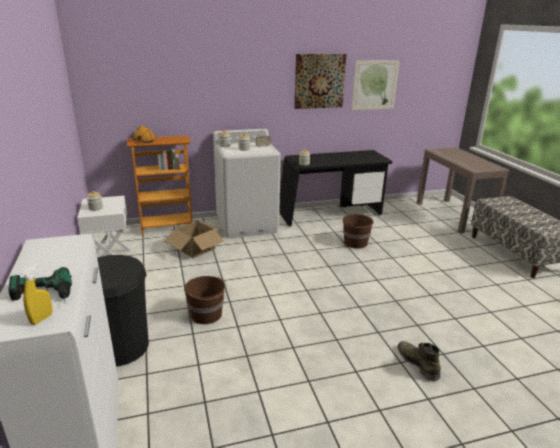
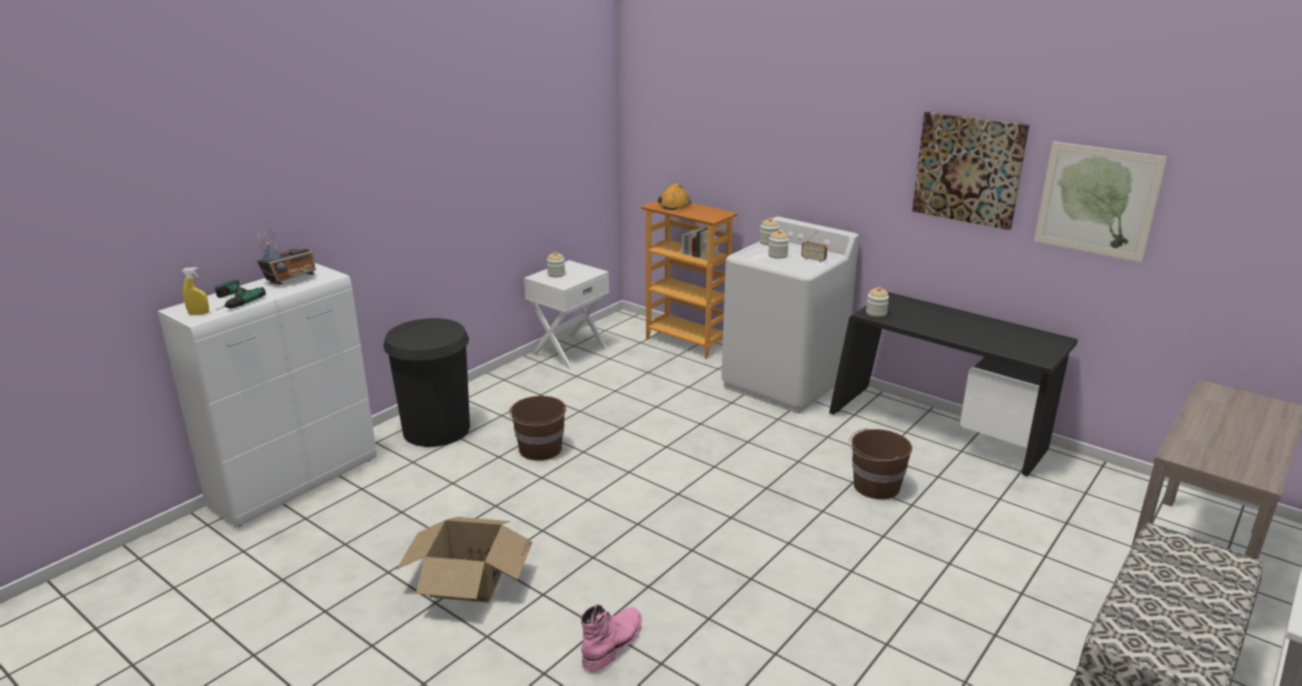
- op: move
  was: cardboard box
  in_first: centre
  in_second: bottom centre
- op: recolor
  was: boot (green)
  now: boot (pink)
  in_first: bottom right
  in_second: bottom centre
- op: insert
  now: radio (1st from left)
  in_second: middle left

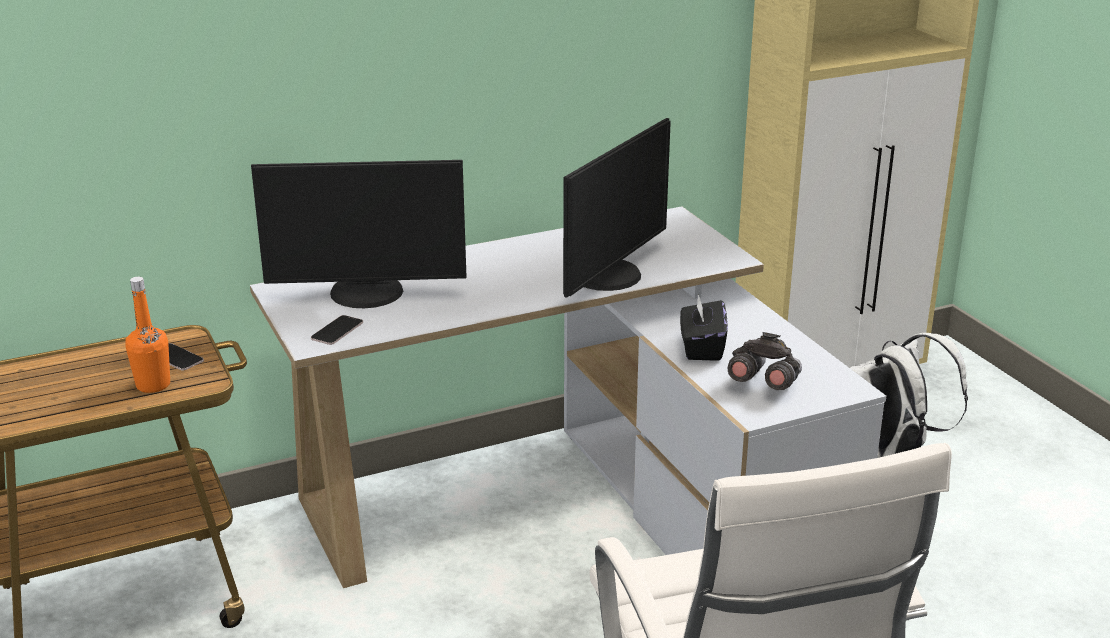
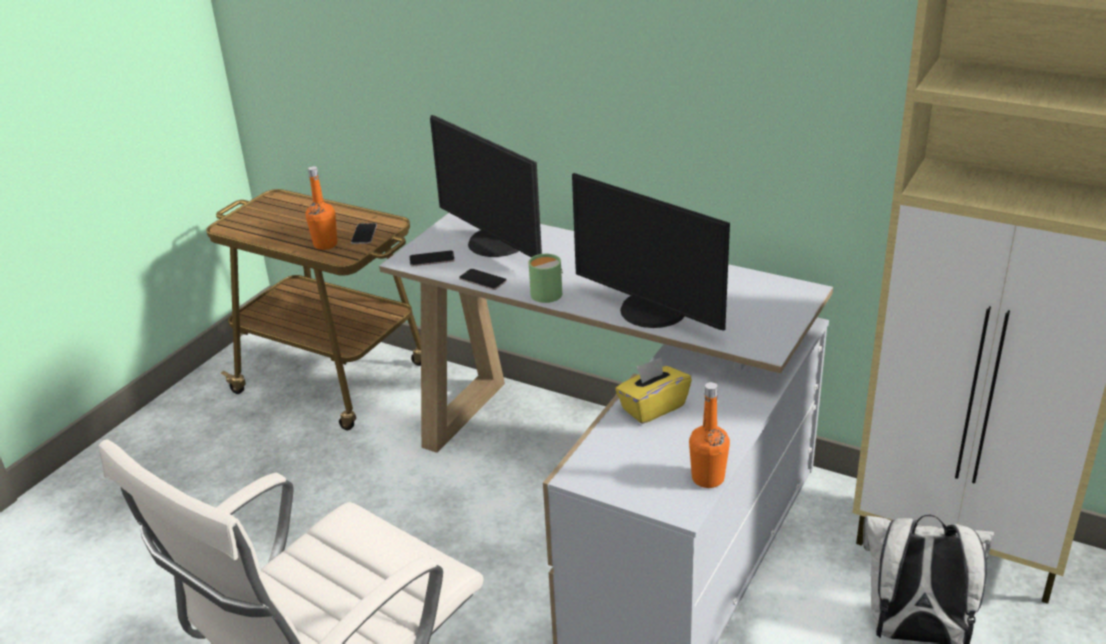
- op: rotate
  was: monitor (2nd from left)
  in_first: top centre
  in_second: centre
  clockwise: 45
- op: recolor
  was: tissue box (black)
  now: tissue box (yellow)
  in_first: centre
  in_second: centre
- op: delete
  was: binoculars (grey)
  in_first: middle right
- op: insert
  now: phone (3rd from left)
  in_second: centre
- op: insert
  now: mug (green)
  in_second: centre
- op: insert
  now: bottle (orange) (2nd from left)
  in_second: bottom centre

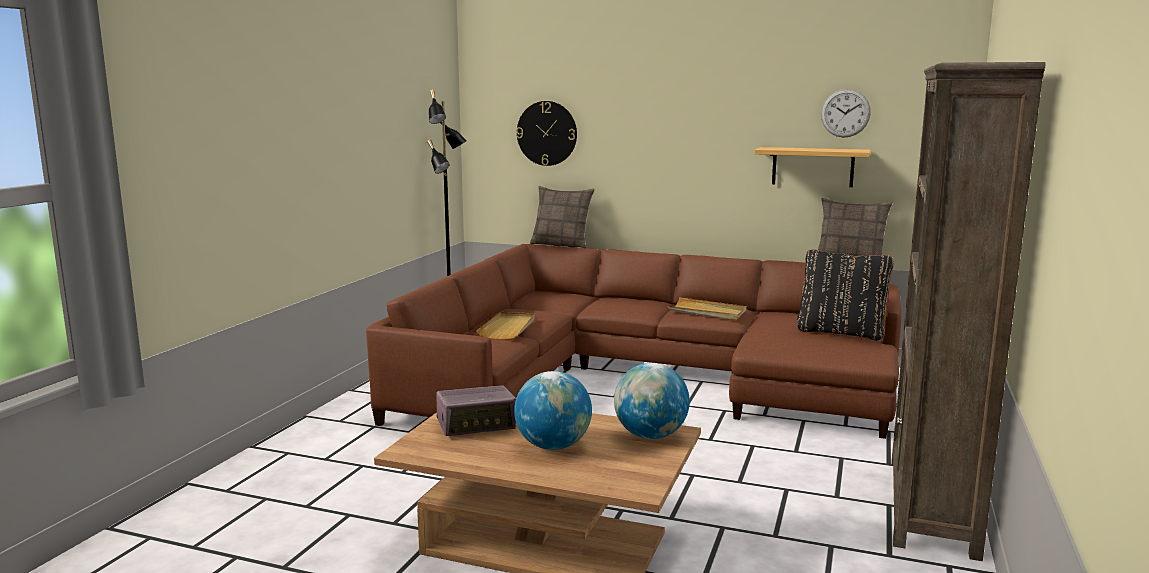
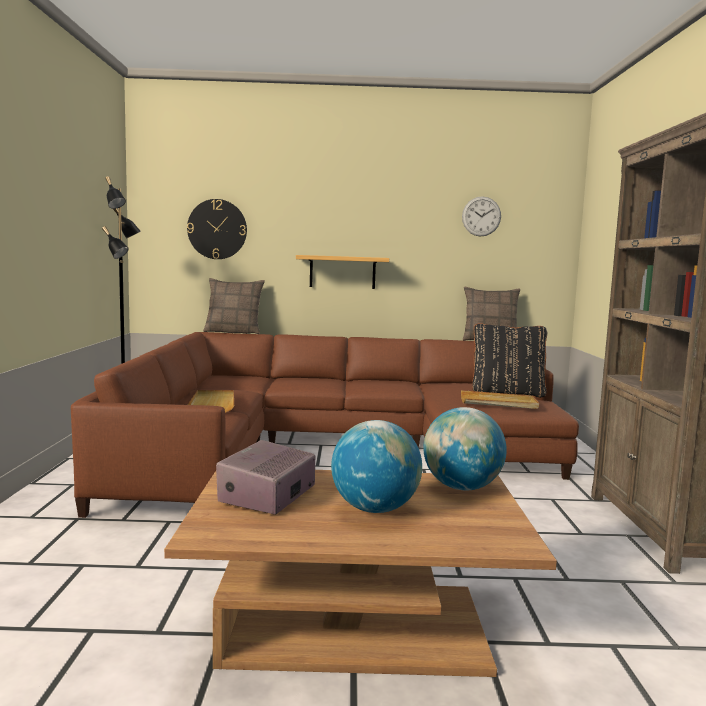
- op: rotate
  was: radio
  in_first: bottom centre
  in_second: bottom centre
  clockwise: 150
- op: move
  was: tray (beige) (2nd from left)
  in_first: centre
  in_second: middle right
- op: move
  was: shelf
  in_first: top right
  in_second: centre

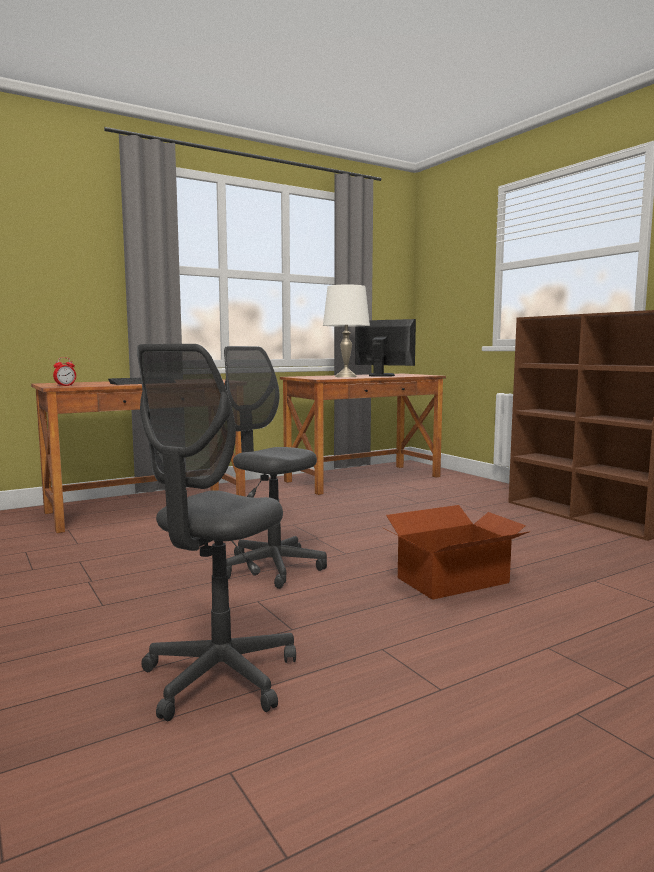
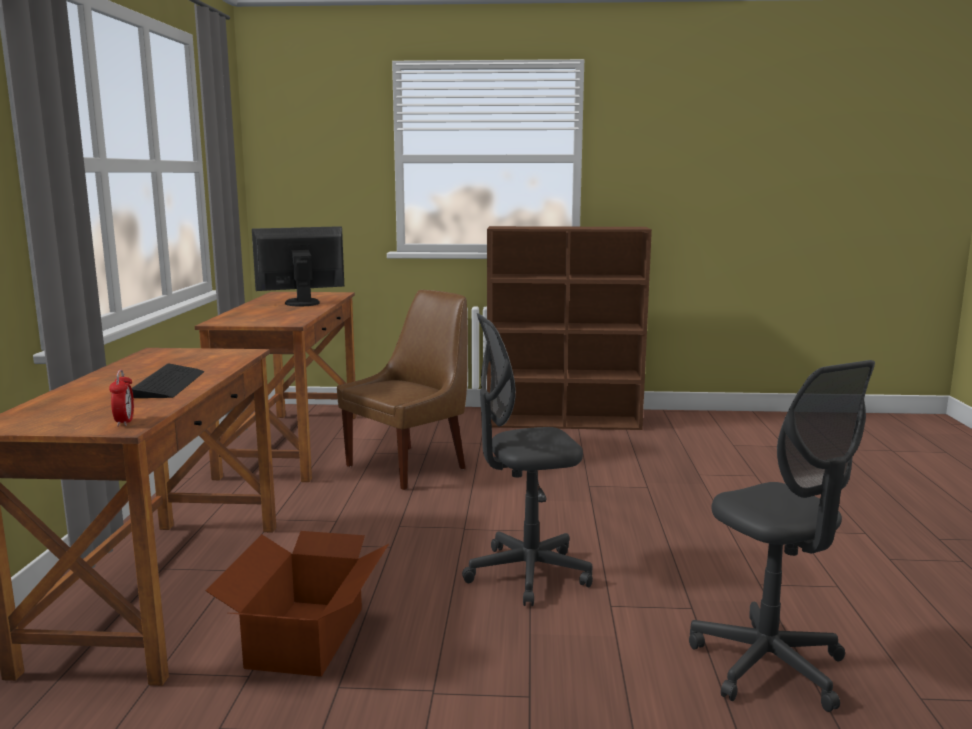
- op: delete
  was: table lamp (white)
  in_first: centre
- op: move
  was: cardboard box
  in_first: middle right
  in_second: bottom left
- op: insert
  now: chair (brown)
  in_second: centre

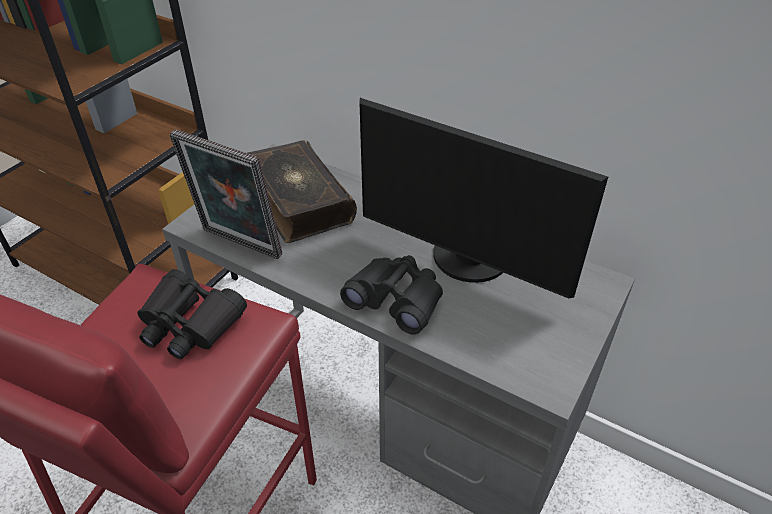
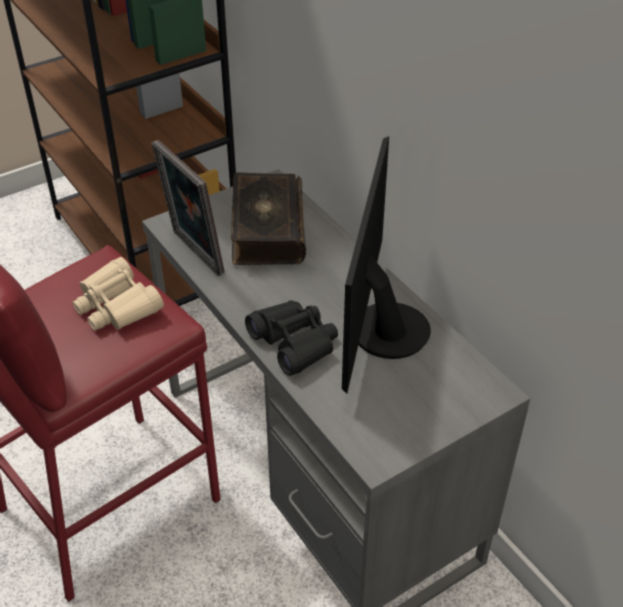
- op: recolor
  was: binoculars (black) (1st from left)
  now: binoculars (beige)
  in_first: middle left
  in_second: middle left
- op: rotate
  was: monitor
  in_first: centre
  in_second: centre
  clockwise: 45

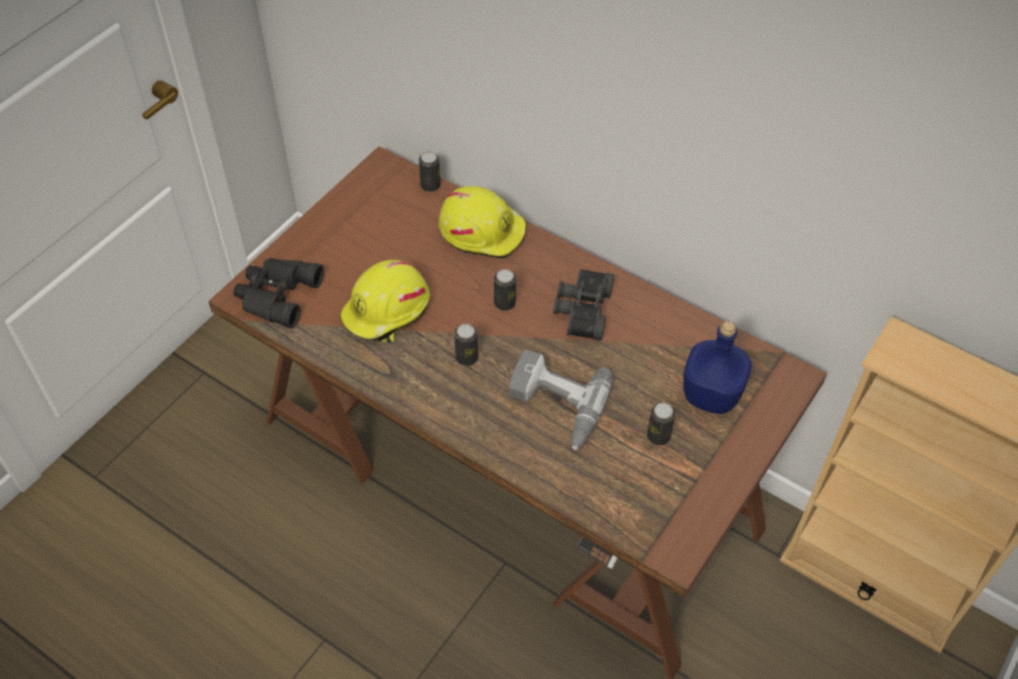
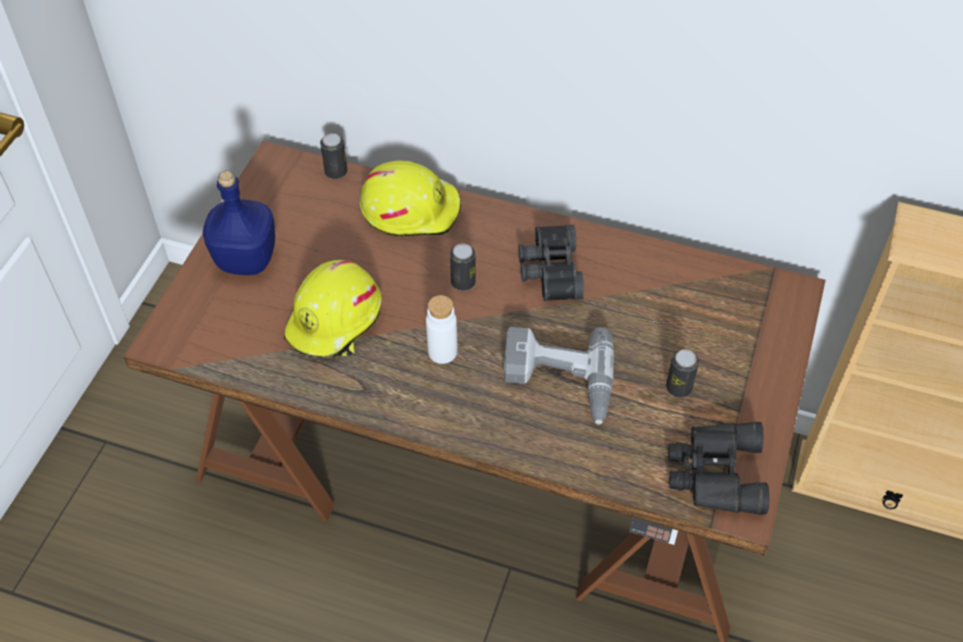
- op: move
  was: binoculars (black) (1st from left in the first image)
  now: binoculars (black) (2nd from left)
  in_first: middle left
  in_second: bottom right
- op: replace
  was: can (2nd from left)
  now: bottle (white)
  in_first: centre
  in_second: centre
- op: move
  was: bottle (blue)
  in_first: middle right
  in_second: middle left

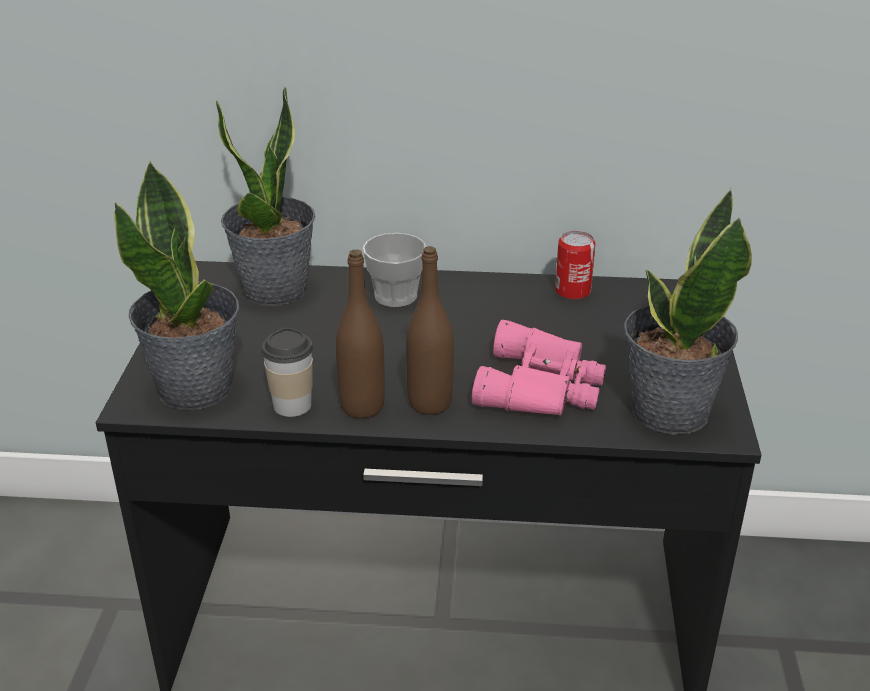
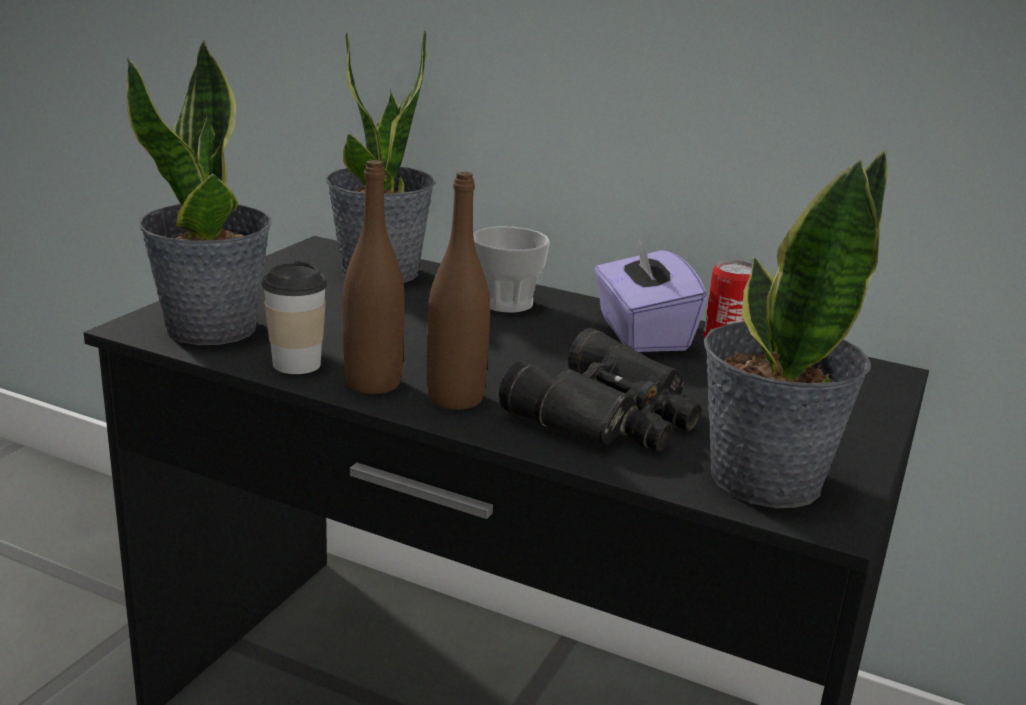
- op: recolor
  was: binoculars (pink)
  now: binoculars (black)
  in_first: centre
  in_second: centre
- op: insert
  now: tissue box (purple)
  in_second: centre

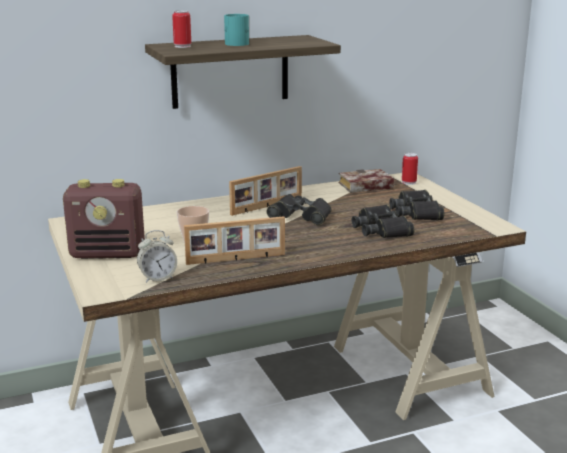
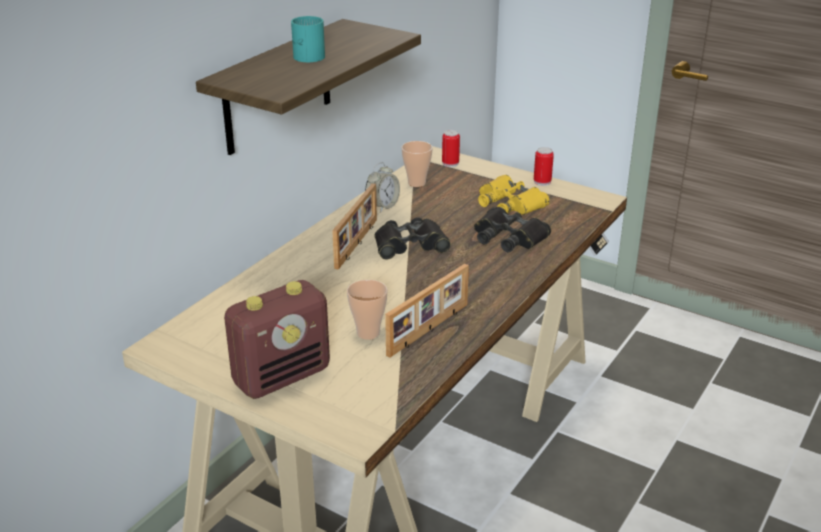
- op: move
  was: alarm clock
  in_first: middle left
  in_second: centre
- op: move
  was: can (1st from left in the first image)
  now: can (2nd from left)
  in_first: top left
  in_second: top centre
- op: replace
  was: book
  now: cup (2nd from left)
  in_first: centre
  in_second: top centre
- op: recolor
  was: binoculars (black) (3rd from left)
  now: binoculars (yellow)
  in_first: middle right
  in_second: centre

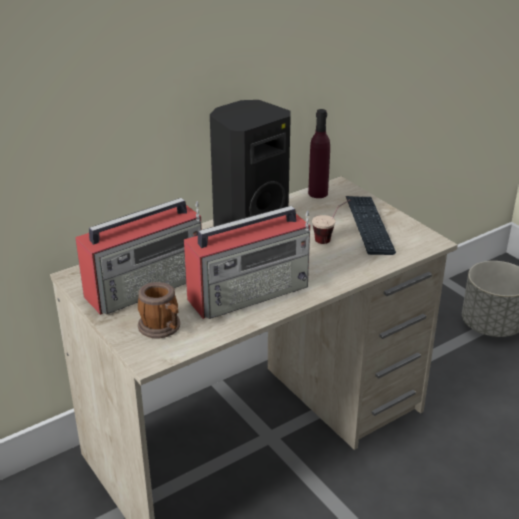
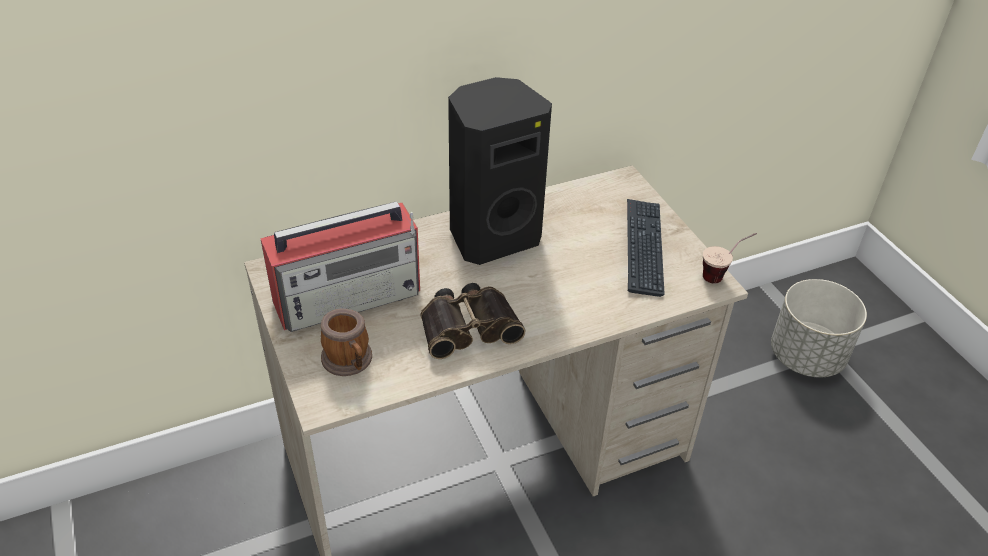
- op: replace
  was: radio (2nd from left)
  now: binoculars
  in_first: centre
  in_second: centre
- op: delete
  was: bottle (purple)
  in_first: top centre
- op: move
  was: cup
  in_first: centre
  in_second: middle right

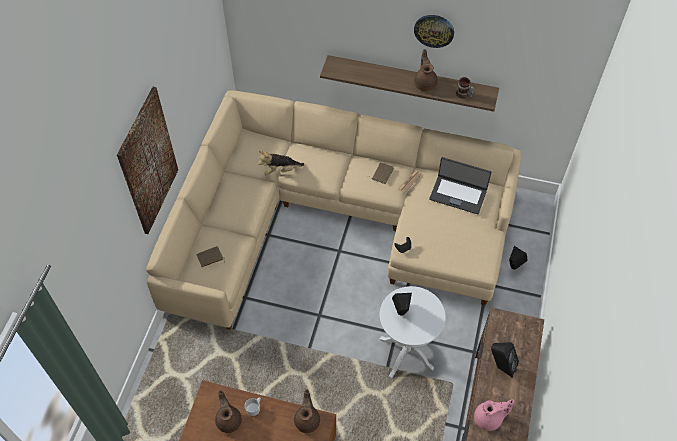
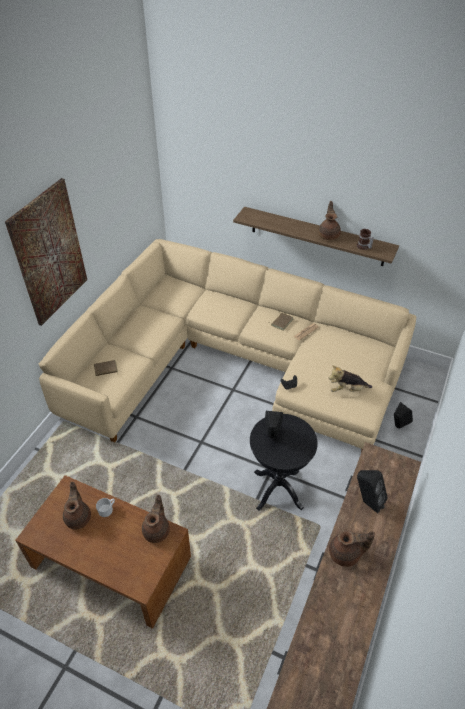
- op: move
  was: plush toy
  in_first: centre
  in_second: middle right
- op: recolor
  was: side table (white)
  now: side table (black)
  in_first: bottom centre
  in_second: centre
- op: delete
  was: wall clock
  in_first: top centre
- op: delete
  was: laptop
  in_first: middle right
- op: recolor
  was: teapot (pink)
  now: teapot (brown) (4th from left)
  in_first: bottom right
  in_second: bottom right

